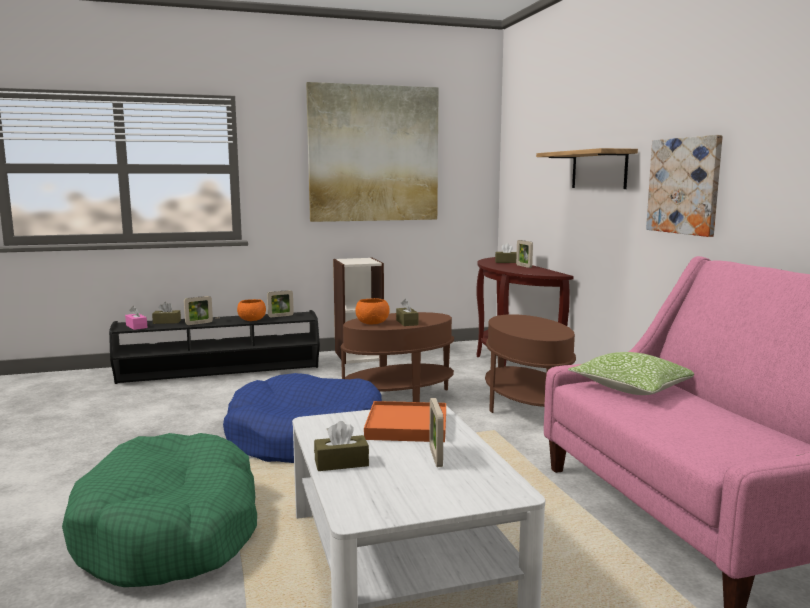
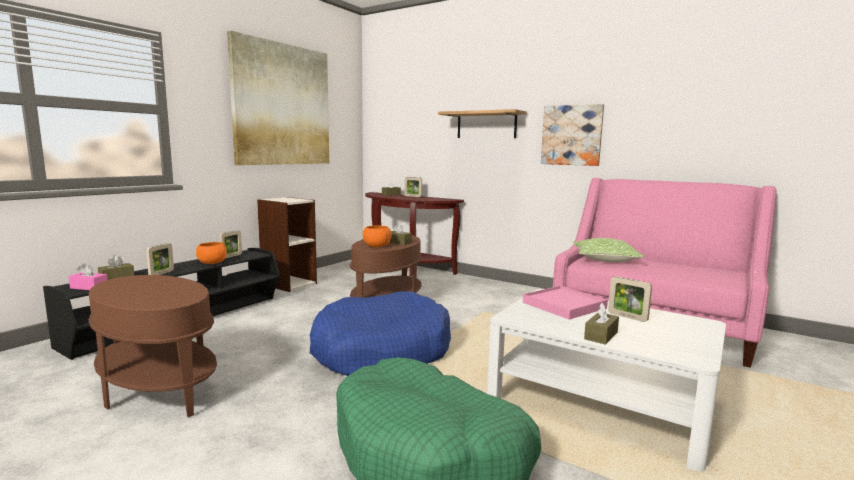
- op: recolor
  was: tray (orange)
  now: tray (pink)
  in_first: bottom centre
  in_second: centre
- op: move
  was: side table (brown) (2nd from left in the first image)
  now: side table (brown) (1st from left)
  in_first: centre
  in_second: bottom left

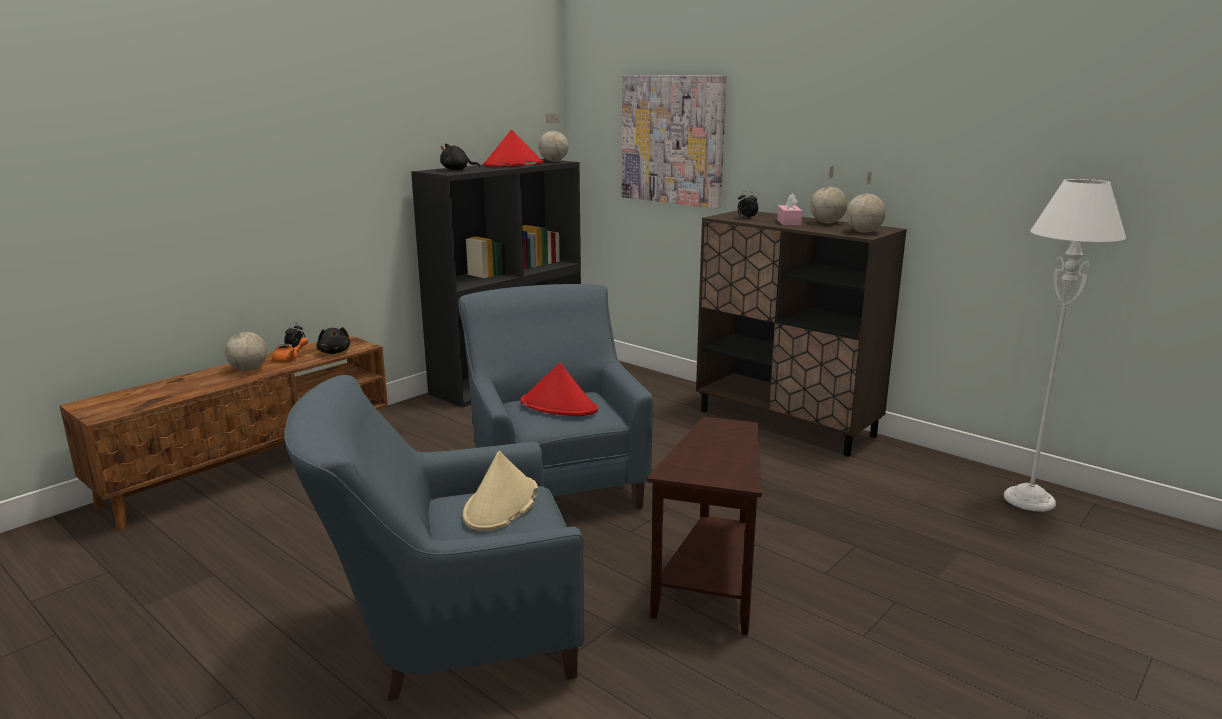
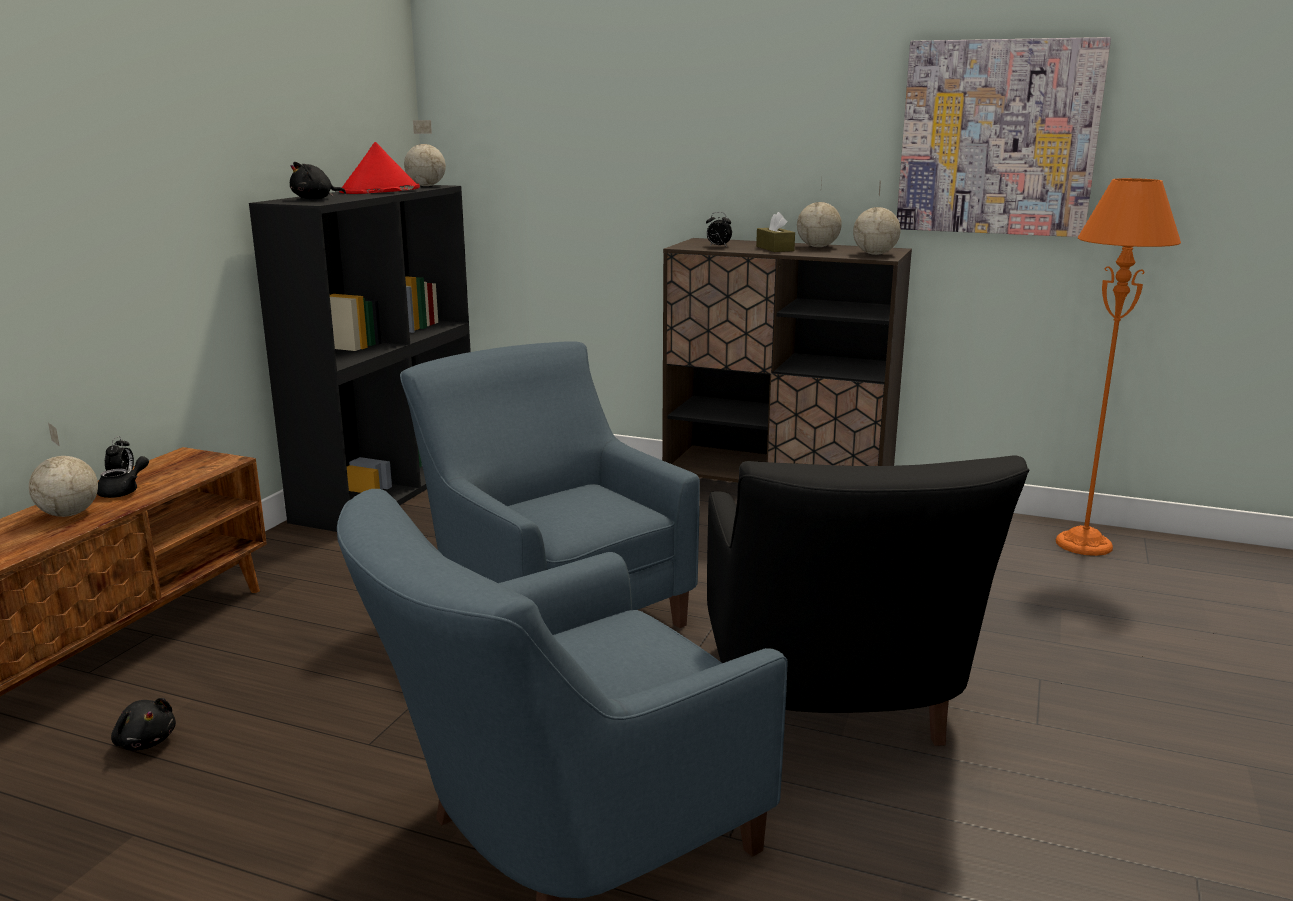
- op: recolor
  was: teapot (orange)
  now: teapot (black)
  in_first: middle left
  in_second: middle left
- op: move
  was: plush toy (black) (1st from left)
  in_first: middle left
  in_second: bottom left
- op: delete
  was: hat (beige)
  in_first: bottom centre
- op: delete
  was: hat (red) (2nd from left)
  in_first: centre
- op: move
  was: picture
  in_first: top centre
  in_second: top right
- op: replace
  was: side table (brown)
  now: armchair (black)
  in_first: bottom centre
  in_second: middle right
- op: recolor
  was: tissue box (pink)
  now: tissue box (brown)
  in_first: top centre
  in_second: top centre
- op: recolor
  was: floor lamp (white)
  now: floor lamp (orange)
  in_first: middle right
  in_second: middle right

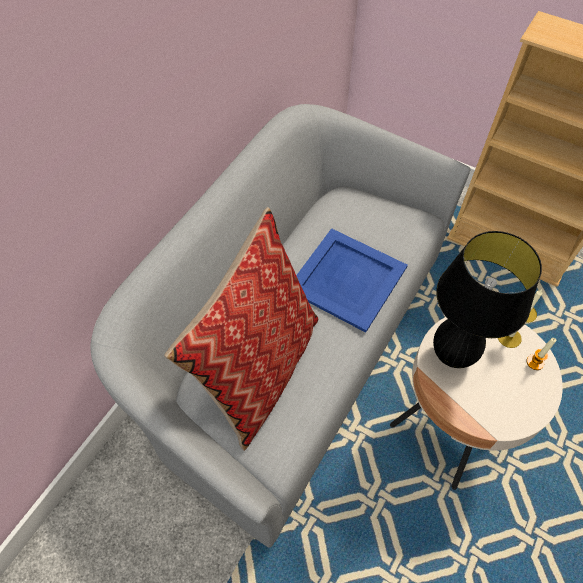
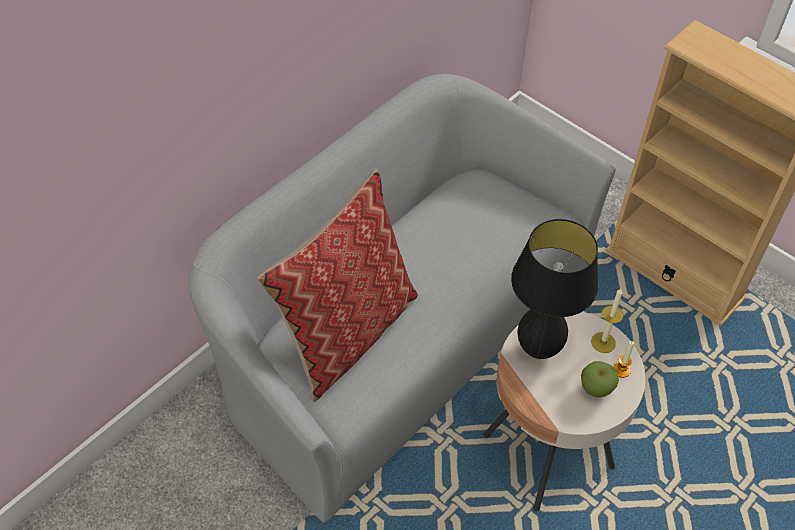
- op: delete
  was: tray (blue)
  in_first: centre
- op: insert
  now: apple
  in_second: bottom right

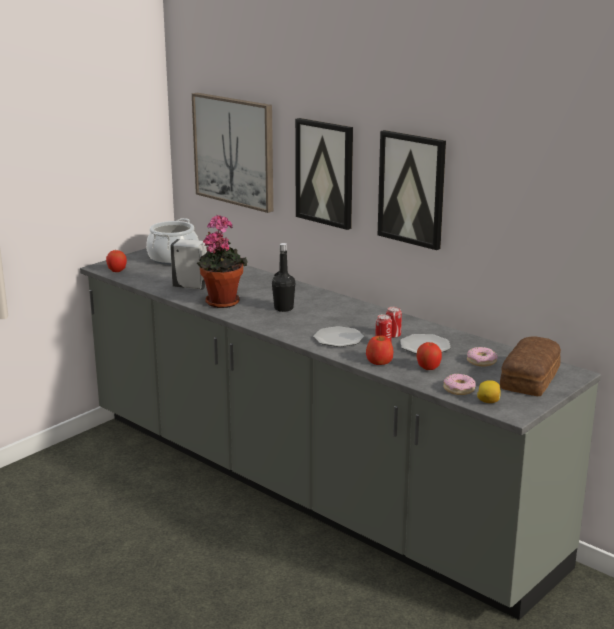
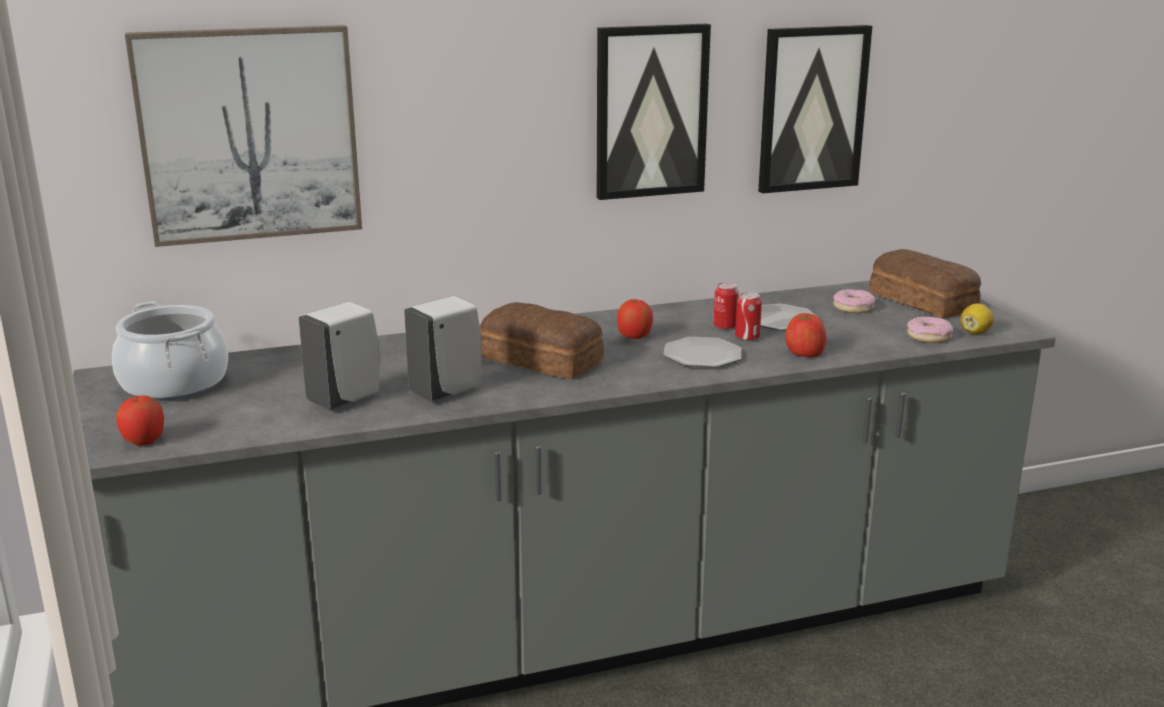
- op: replace
  was: potted plant
  now: soap dispenser (white) (2nd from left)
  in_first: centre
  in_second: centre
- op: replace
  was: bottle (black)
  now: bread (1st from left)
  in_first: centre
  in_second: centre
- op: move
  was: picture (2nd from left in the first image)
  now: picture (3rd from left)
  in_first: top centre
  in_second: top right
- op: move
  was: apple (3rd from left in the first image)
  now: apple (2nd from left)
  in_first: middle right
  in_second: centre

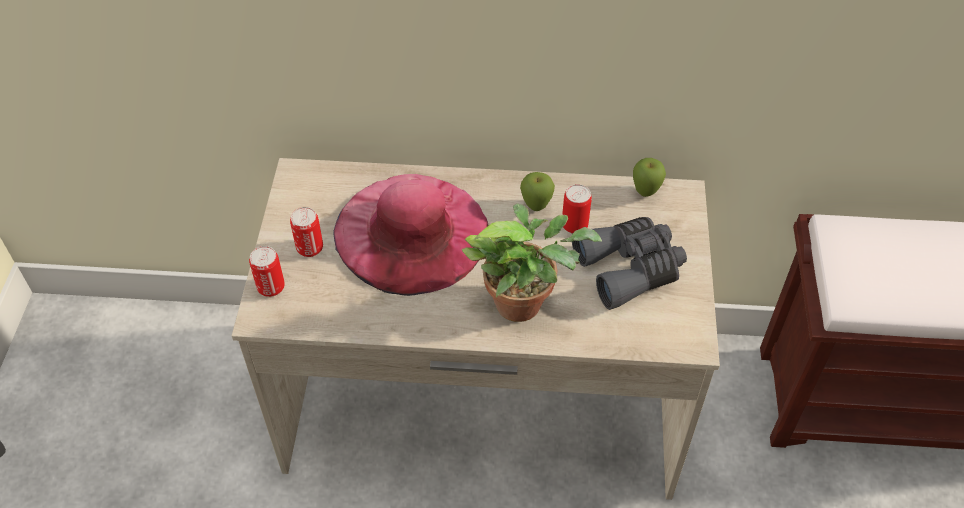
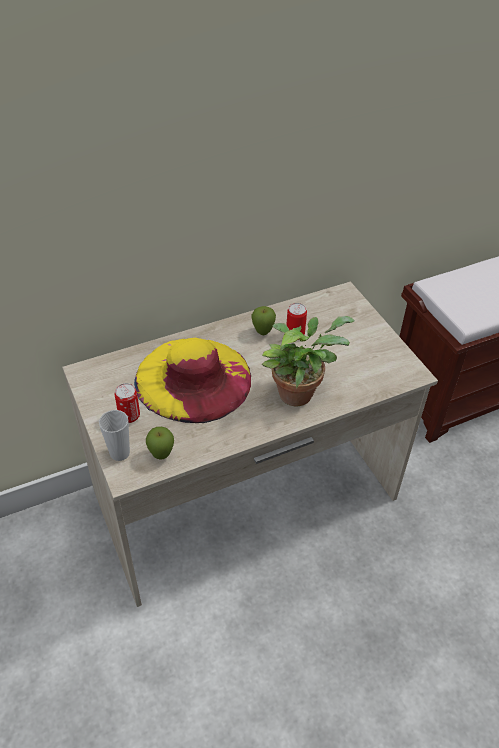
- op: replace
  was: can (1st from left)
  now: cup
  in_first: middle left
  in_second: middle left
- op: recolor
  was: hat (pink)
  now: hat (yellow)
  in_first: centre
  in_second: centre
- op: delete
  was: binoculars (grey)
  in_first: centre
- op: move
  was: apple (2nd from left in the first image)
  now: apple (1st from left)
  in_first: middle right
  in_second: middle left

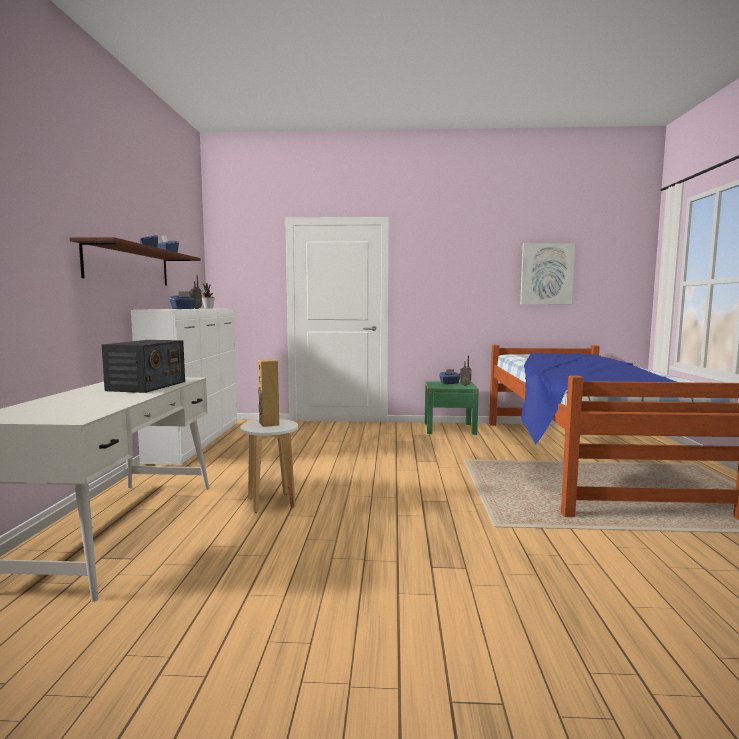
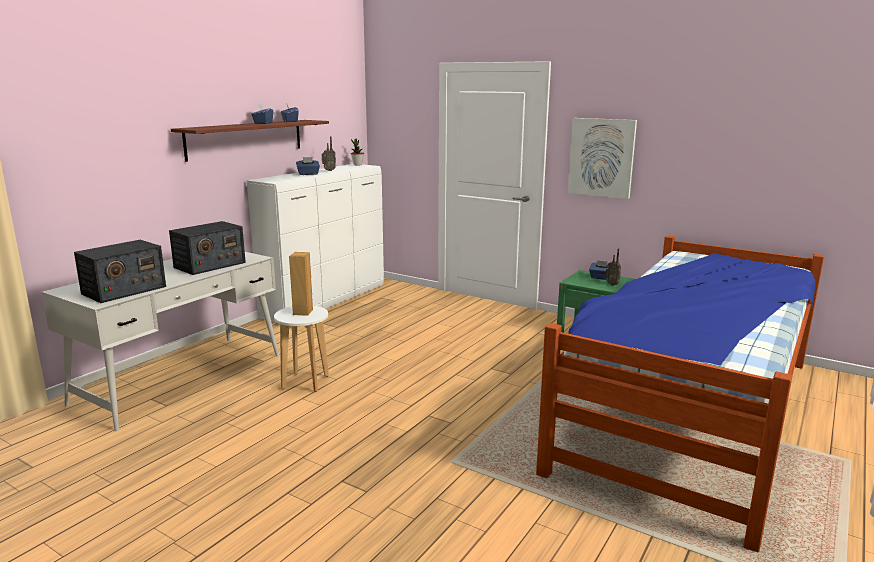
- op: move
  was: picture
  in_first: middle right
  in_second: top right
- op: insert
  now: radio (1st from left)
  in_second: middle left

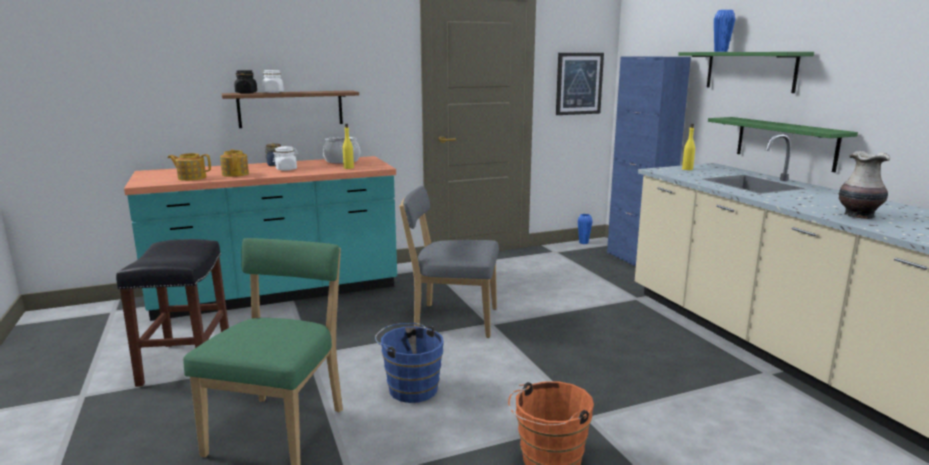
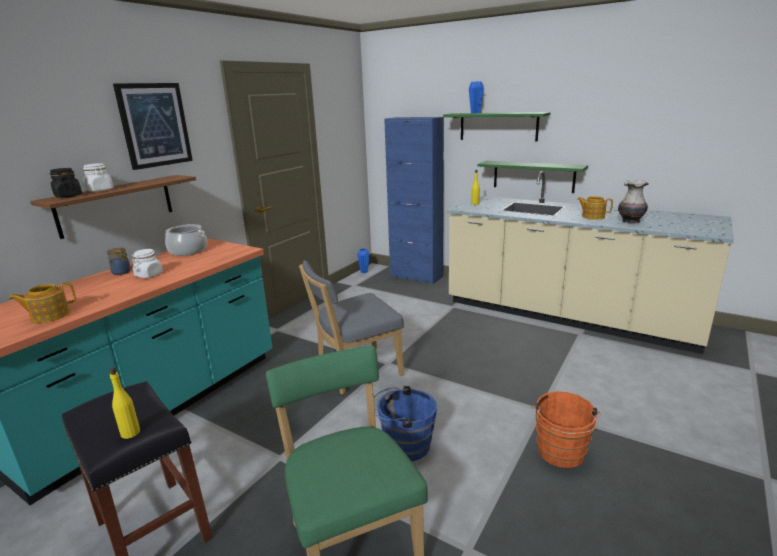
- op: move
  was: teapot (2nd from left)
  in_first: middle left
  in_second: middle right
- op: move
  was: bottle (yellow) (1st from left)
  in_first: top centre
  in_second: bottom left
- op: move
  was: picture
  in_first: top centre
  in_second: top left

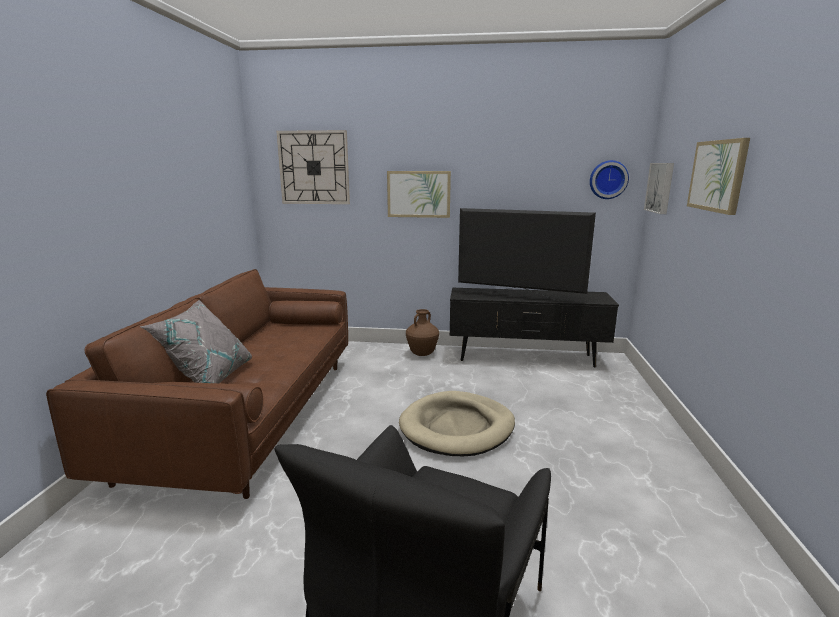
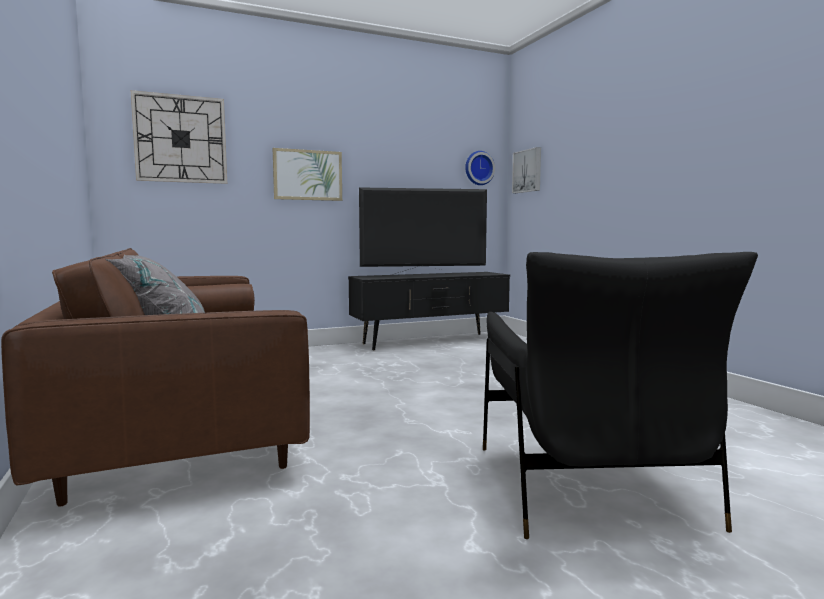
- op: delete
  was: dog bed (beige)
  in_first: bottom centre
- op: delete
  was: vase (brown)
  in_first: centre
- op: delete
  was: picture (3rd from left)
  in_first: top right

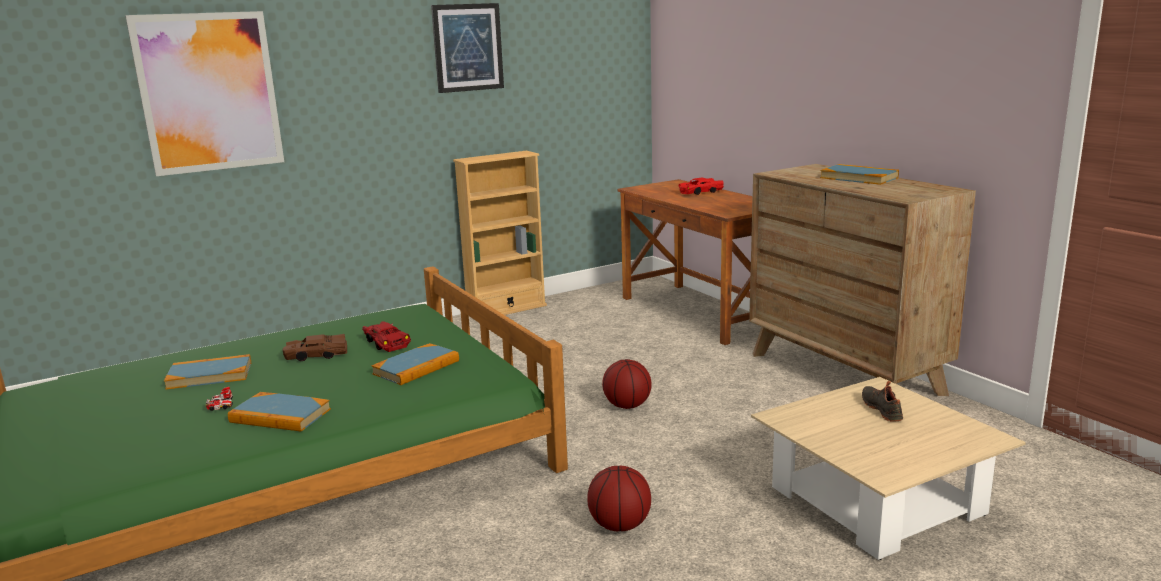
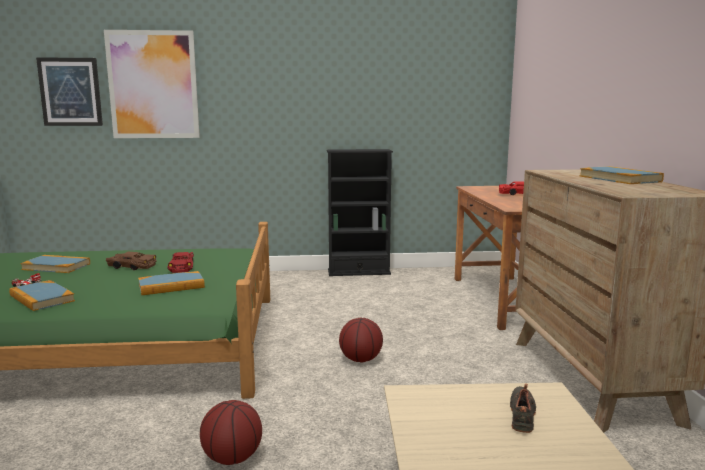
- op: move
  was: picture (2nd from left in the first image)
  now: picture (1st from left)
  in_first: top centre
  in_second: top left
- op: recolor
  was: bookcase (beige)
  now: bookcase (black)
  in_first: centre
  in_second: centre

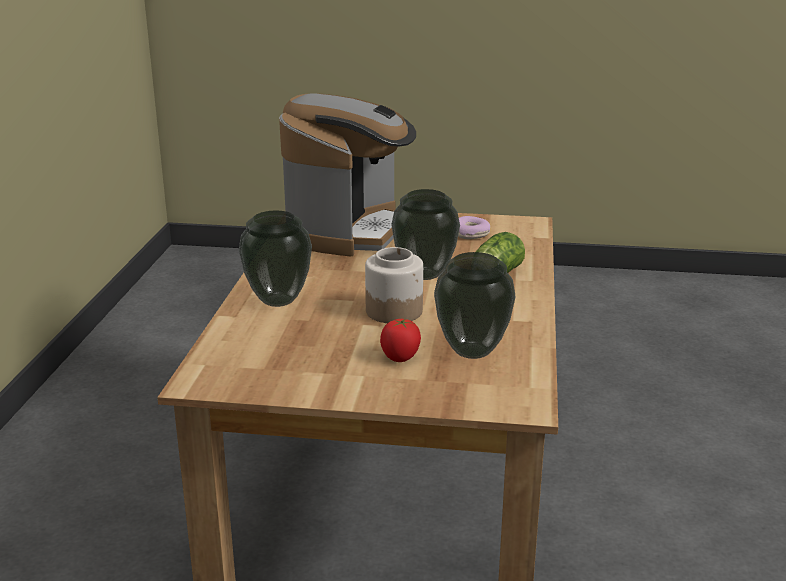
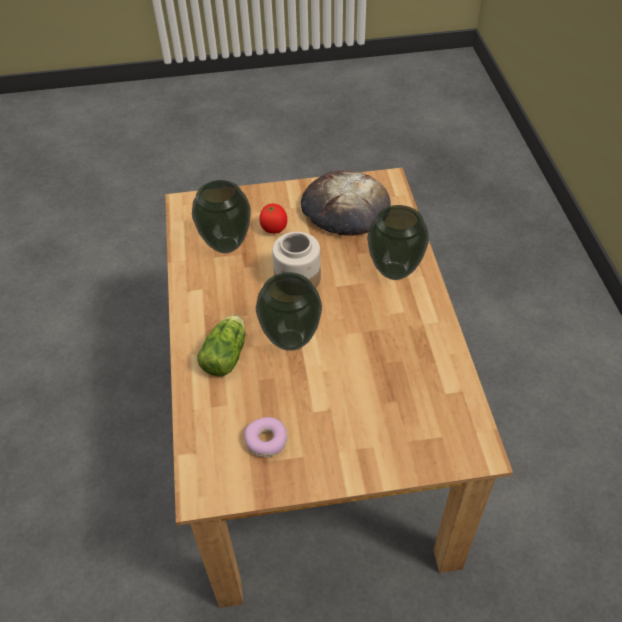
- op: delete
  was: coffee machine
  in_first: top centre
- op: insert
  now: bread
  in_second: top centre

